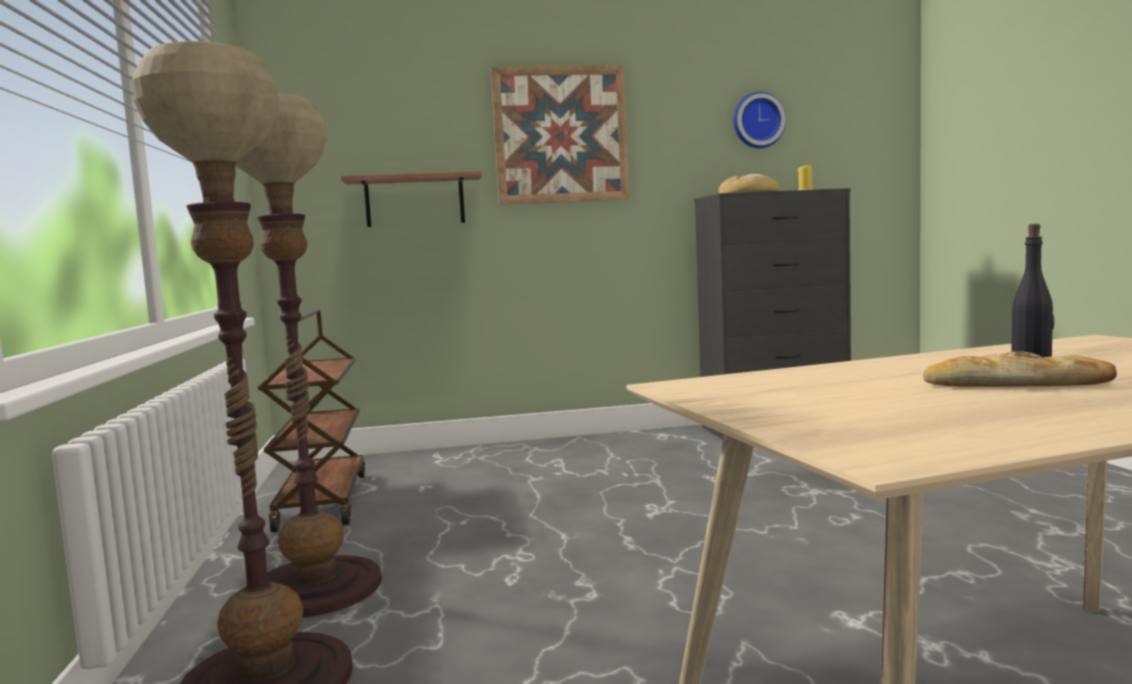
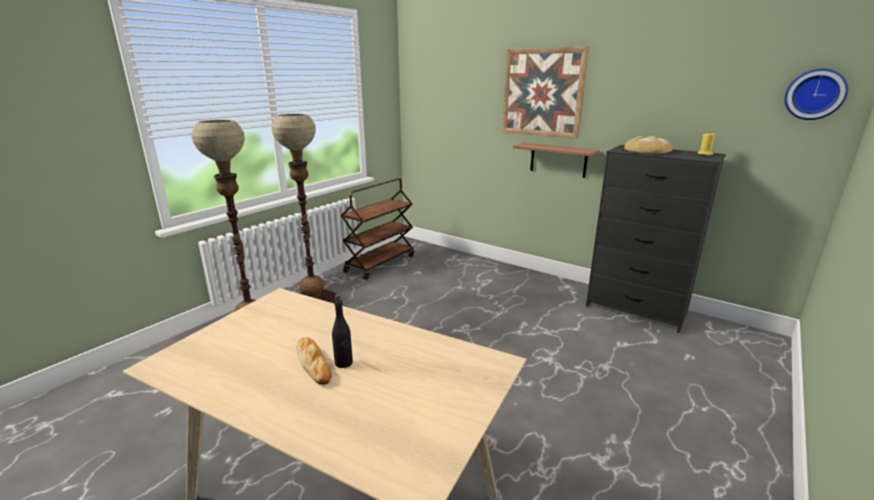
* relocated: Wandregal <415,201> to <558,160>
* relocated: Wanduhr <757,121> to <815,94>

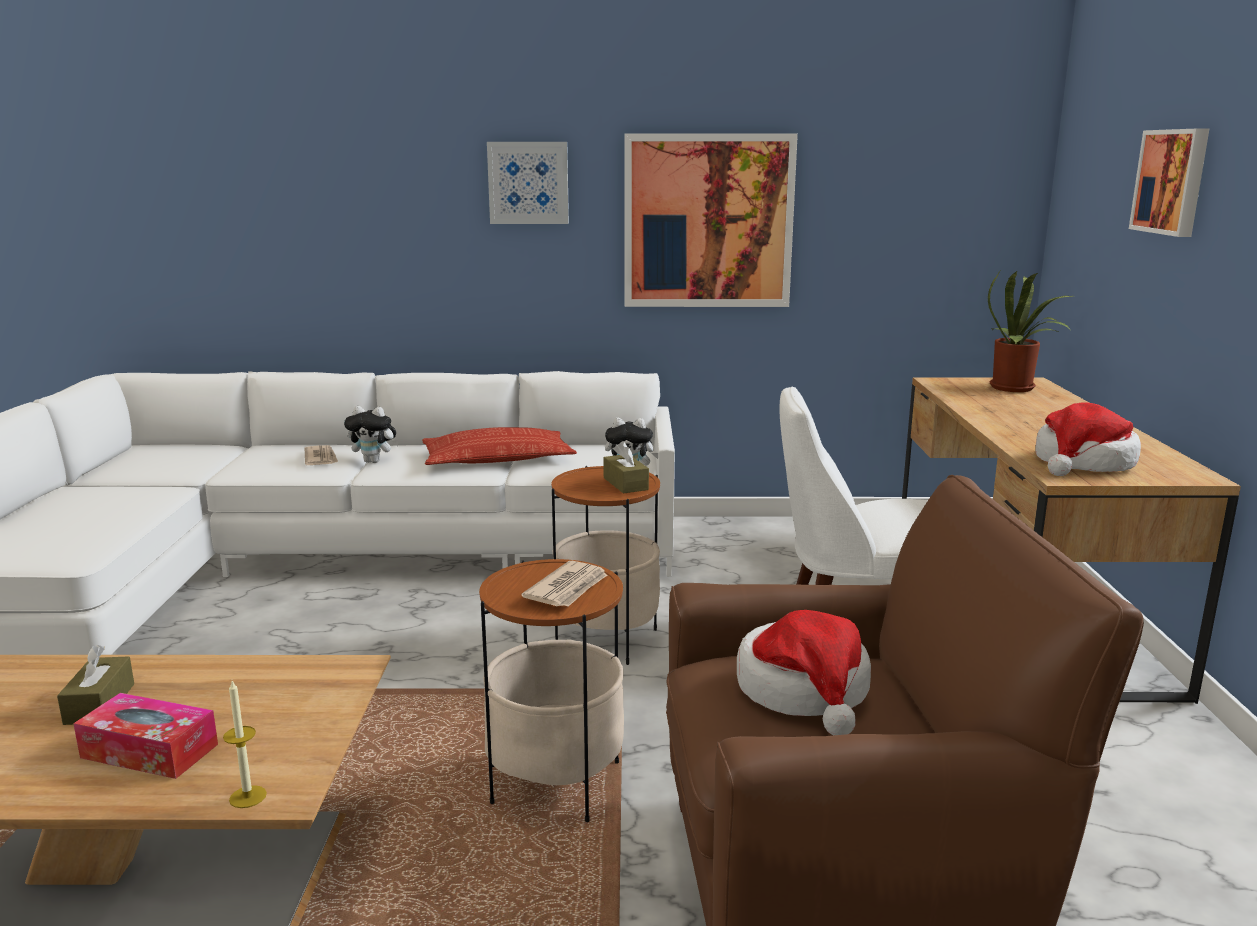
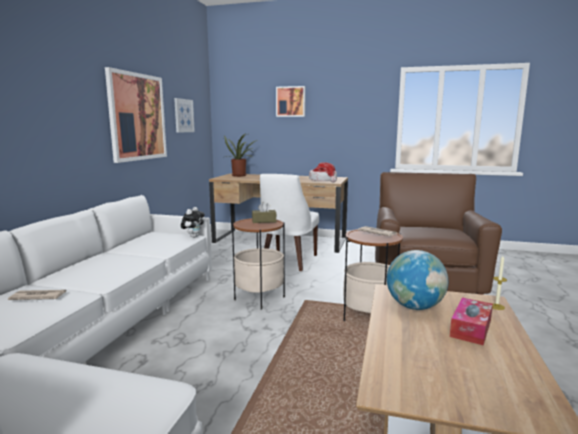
* relocated: Bild <528,183> to <183,115>
* appeared: Globus <415,307>
* missing: Taschentuchbox (braun) <100,704>
* missing: Plüschtier <374,461>
* missing: Kissen <498,458>
* missing: Hut <804,690>

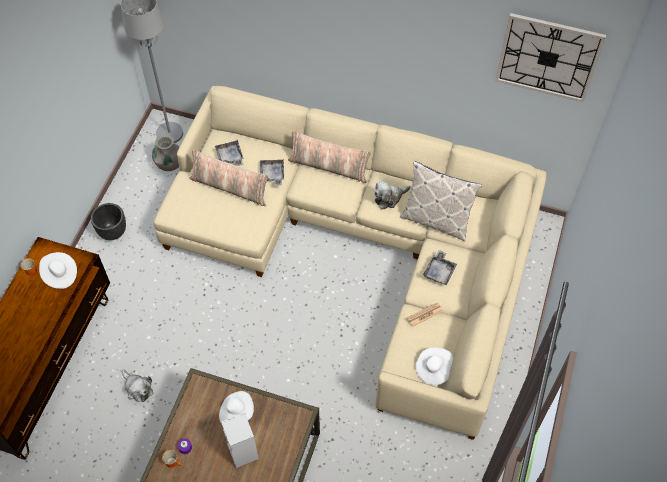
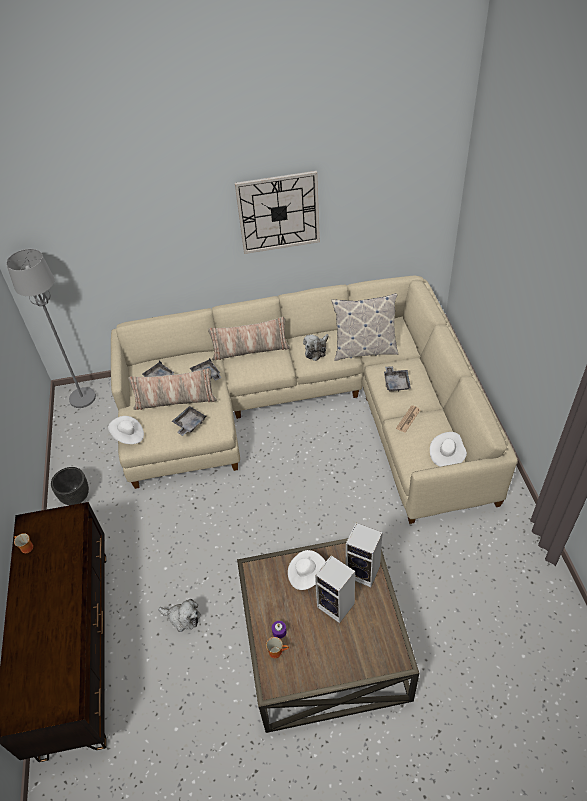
* relocated: Hut (weiß) <60,275> to <128,436>
* appeared: Tablett (grau) <189,424>
* relocated: Wanduhr <548,57> to <278,212>
* appeared: Lautsprecher <364,571>
* missing: Vase (grau) <169,164>

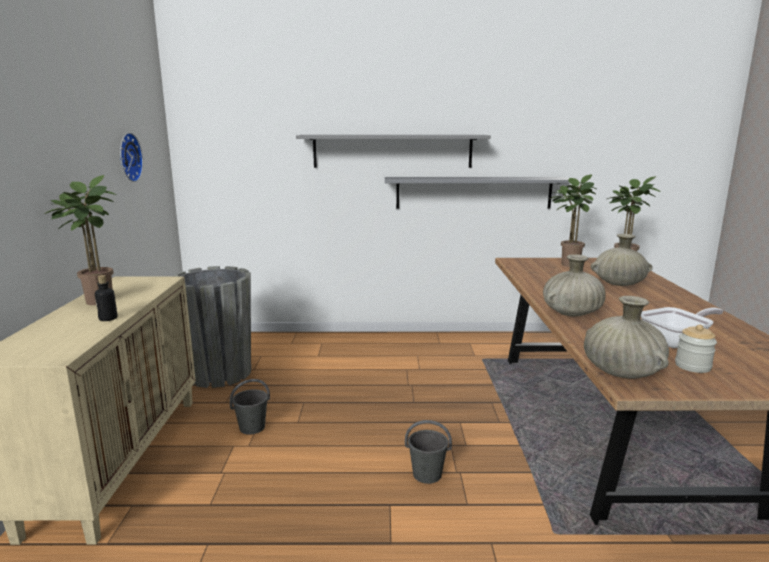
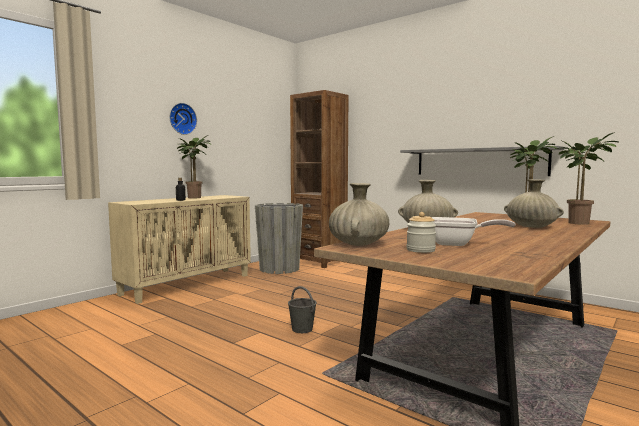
* relocated: Wanduhr <127,157> to <182,119>
* appeared: Bücherregal (braun) <319,261>
* missing: Eimer (grau) <252,427>
* missing: Wandregal (grau) <392,151>

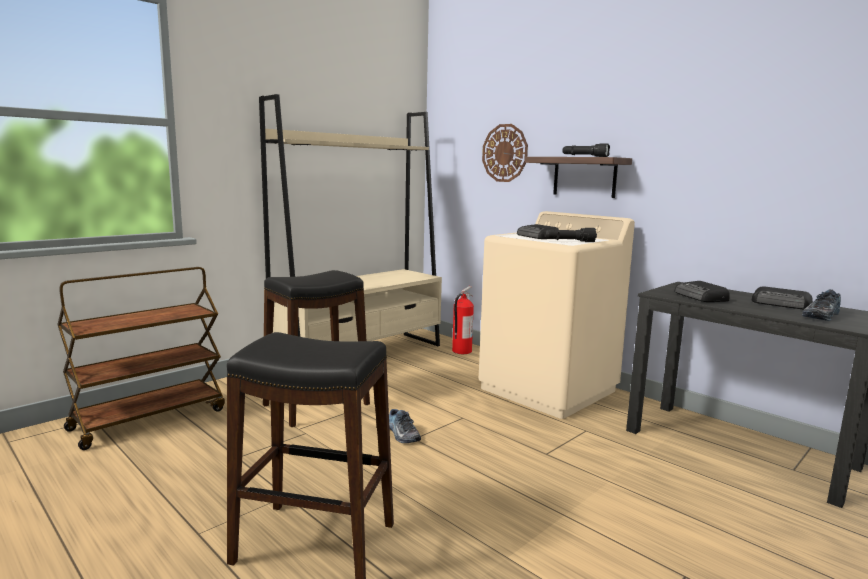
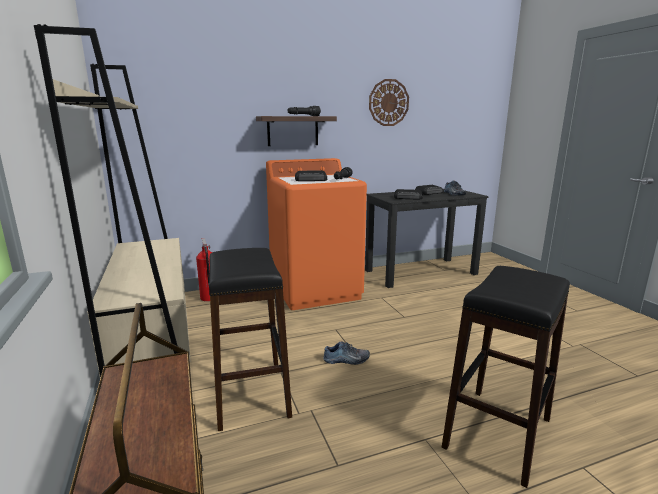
* colour: Waschmaschine (beige) <548,390> to Waschmaschine (orange) <316,290>
* relocated: Wanduhr <505,153> to <388,102>

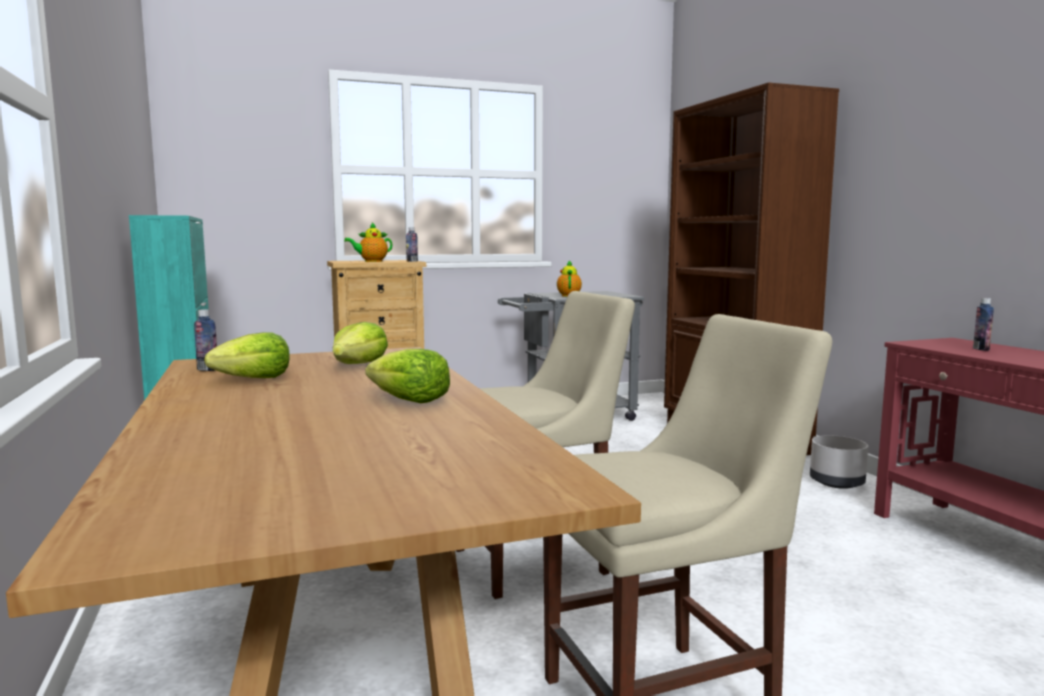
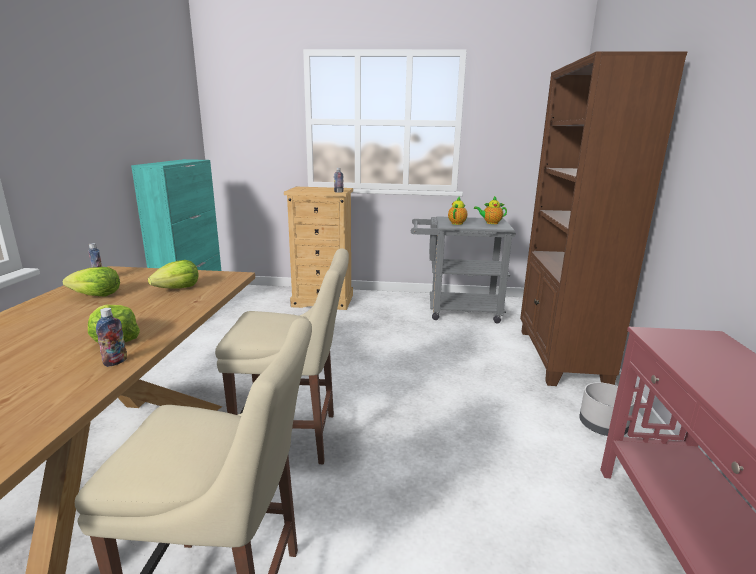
* relocated: Flasche <981,349> to <115,362>
* relocated: Teekanne <371,261> to <490,223>

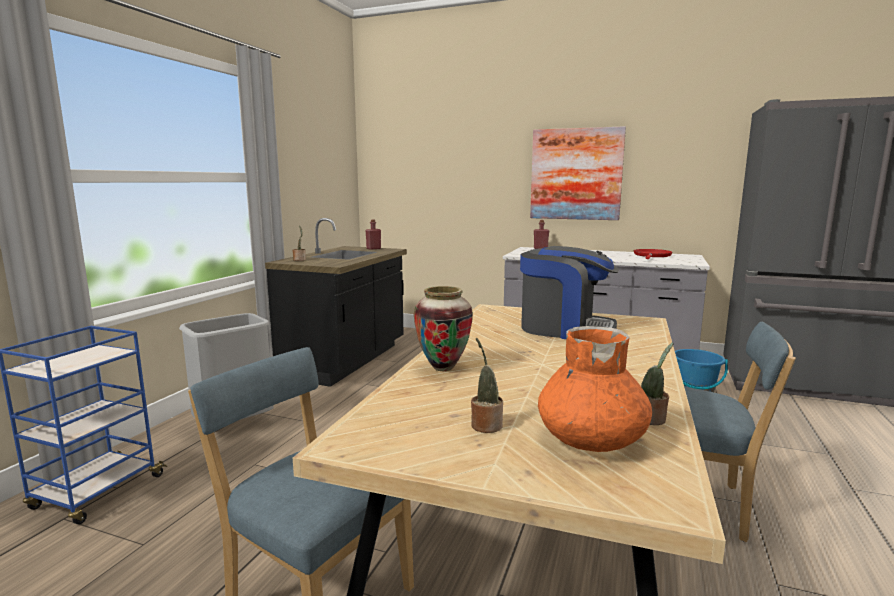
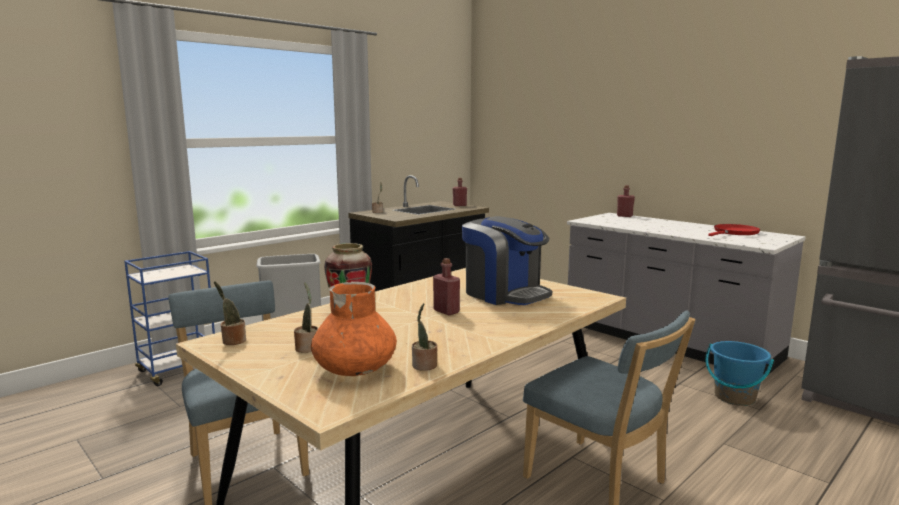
* appeared: Topfpflanze <232,341>
* appeared: Flasche (rot) <446,311>
* missing: Bild <576,174>

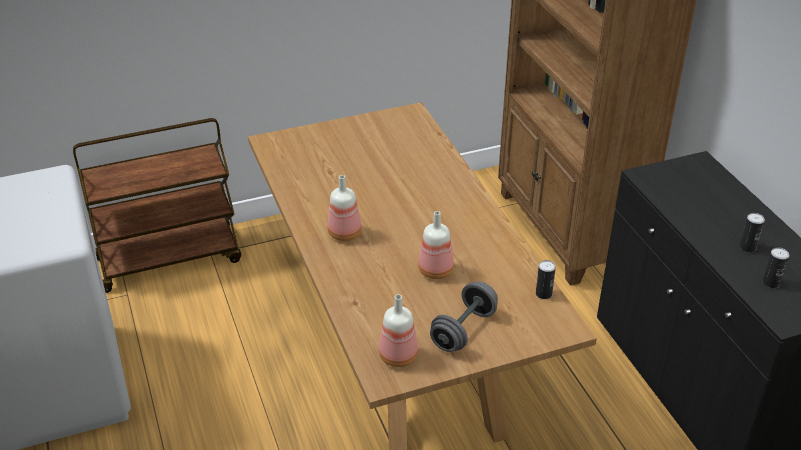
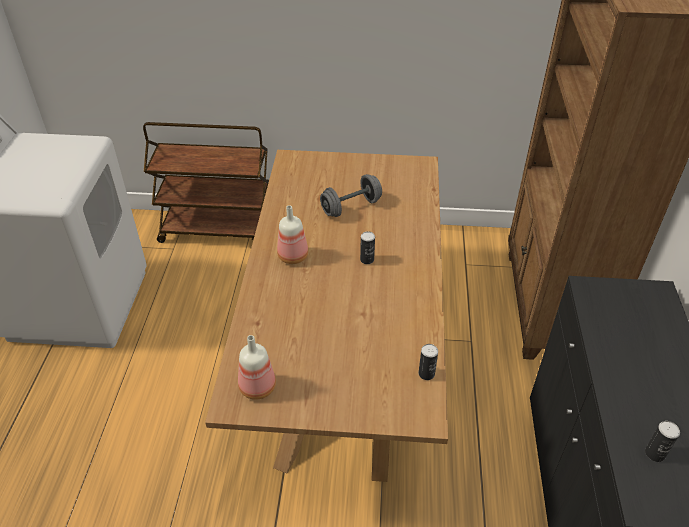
* relocated: Hantel (grau) <463,330> to <351,207>
* relocated: Dose <747,247> to <367,259>
* missing: Flasche <437,270>

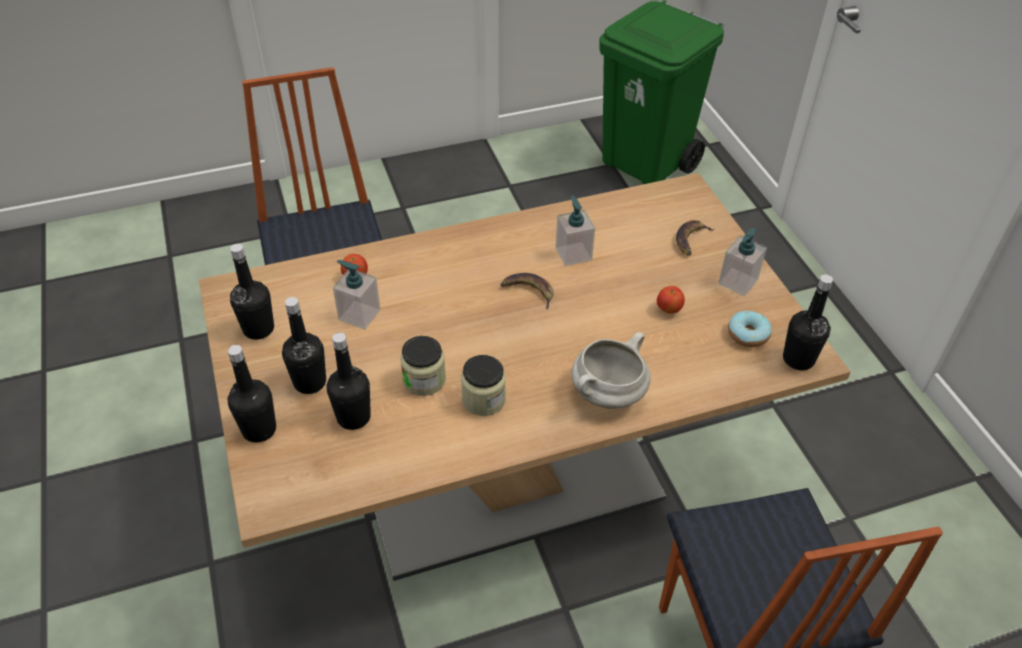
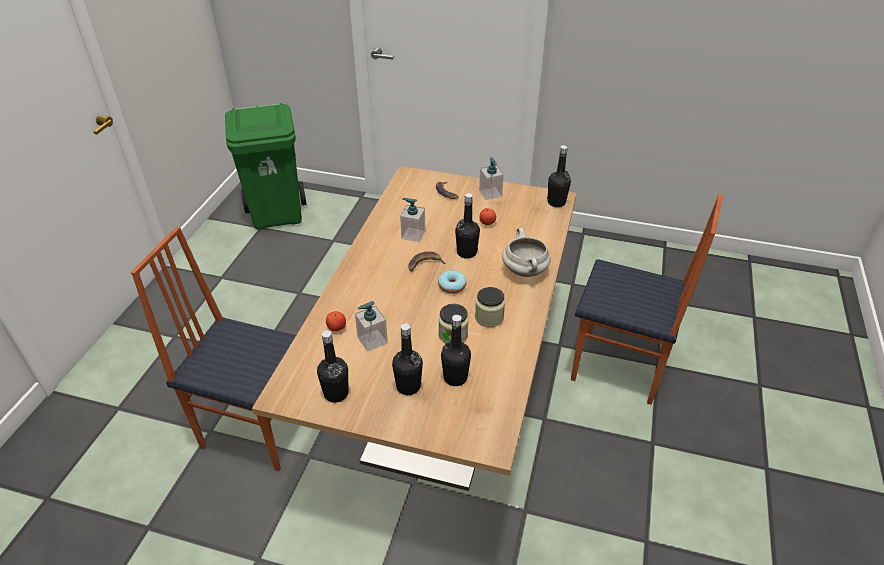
* relocated: Donut <748,334> to <452,286>
* relocated: Flasche (schwarz) <259,429> to <466,252>

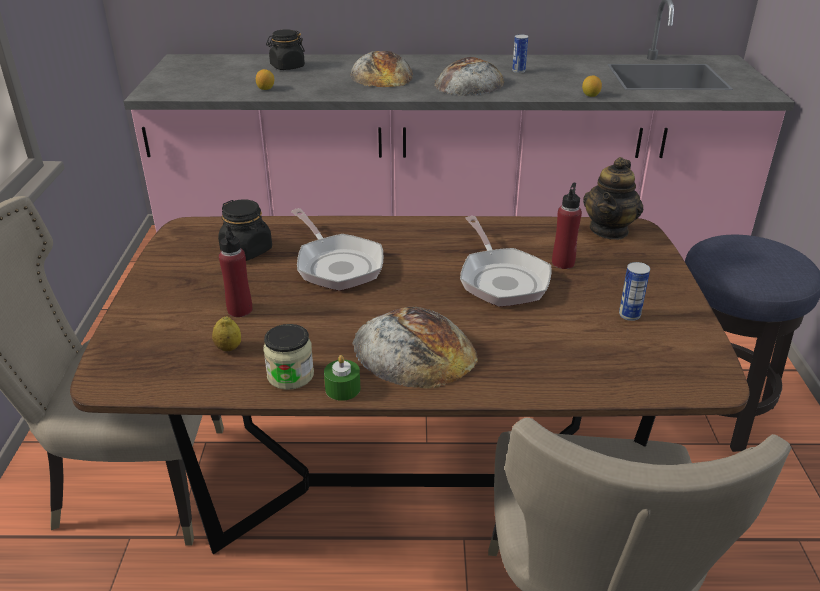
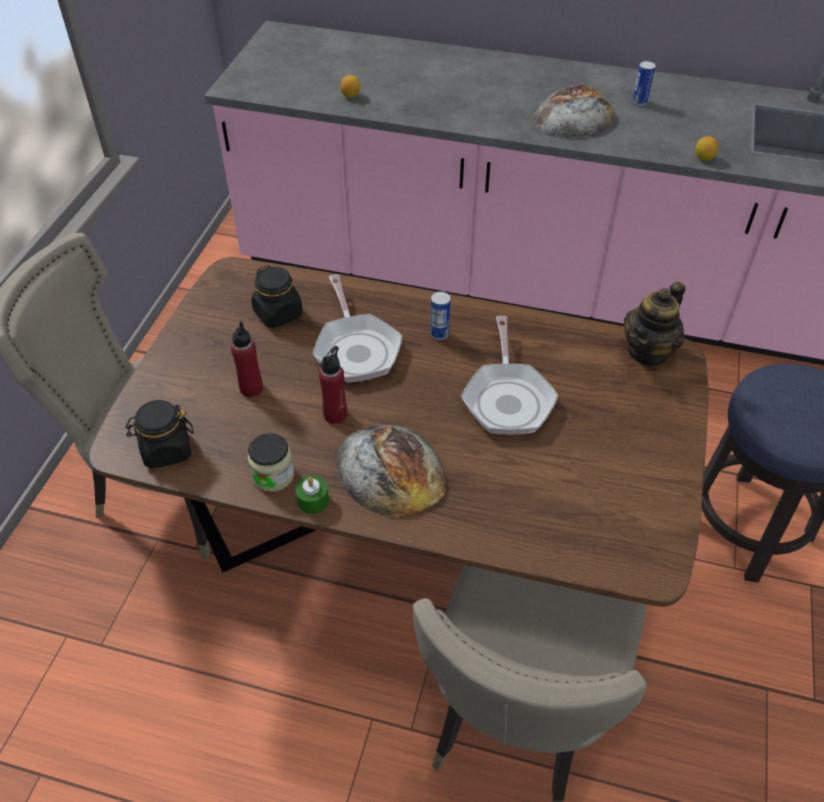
* relocated: Vorratsglas (schwarz) <287,67> to <166,450>
* relocated: Flasche (rot) <563,263> to <335,414>
* relocated: Dose <629,315> to <439,334>
* missing: Zitrone <228,348>
* missing: Brot <382,75>

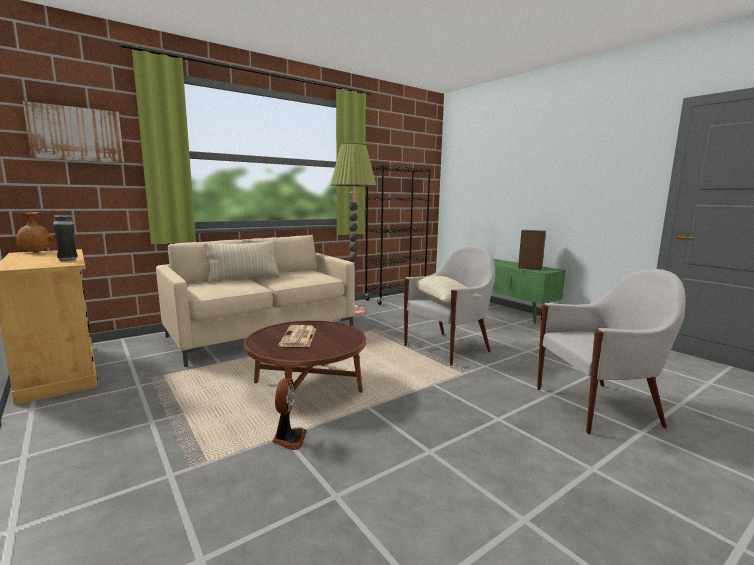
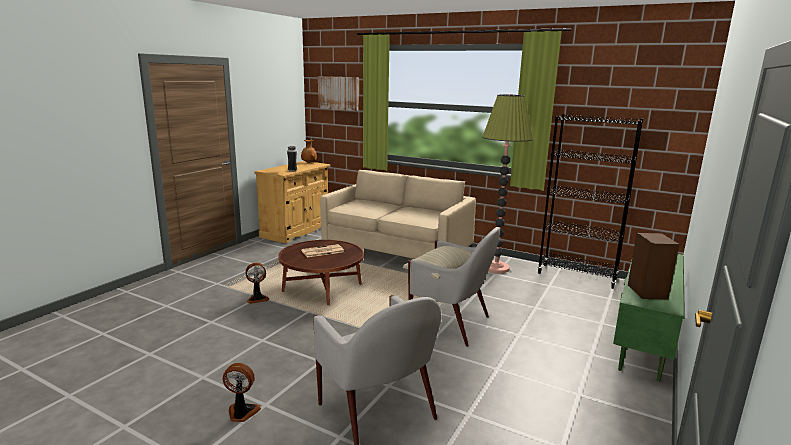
* appeared: Ventilator <242,413>
* missing: Kissen (beige) <244,279>

